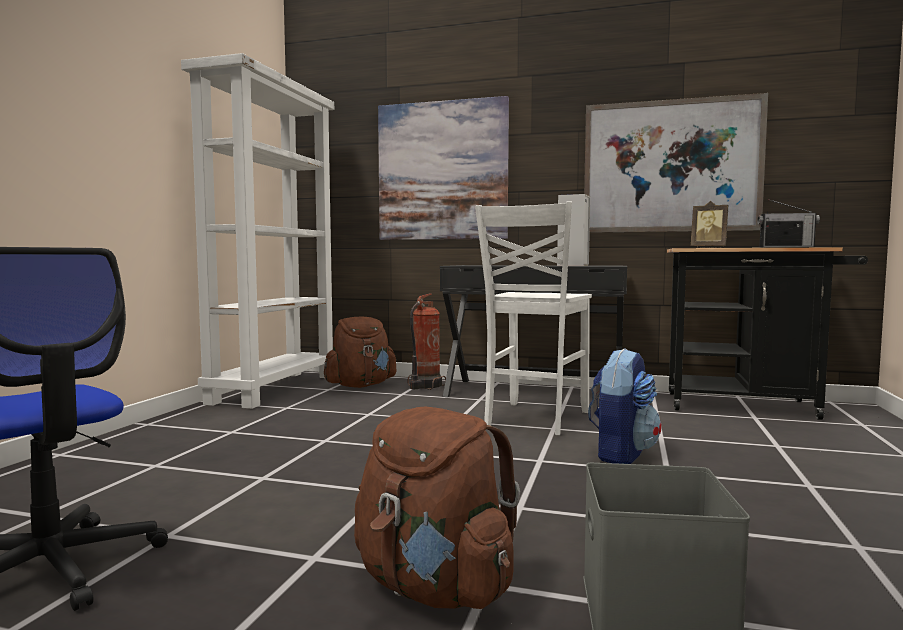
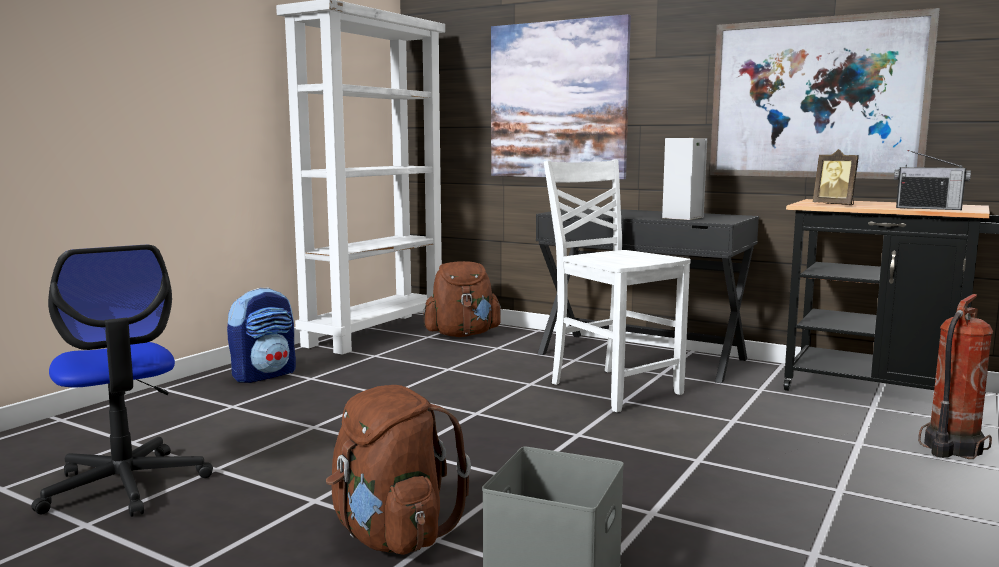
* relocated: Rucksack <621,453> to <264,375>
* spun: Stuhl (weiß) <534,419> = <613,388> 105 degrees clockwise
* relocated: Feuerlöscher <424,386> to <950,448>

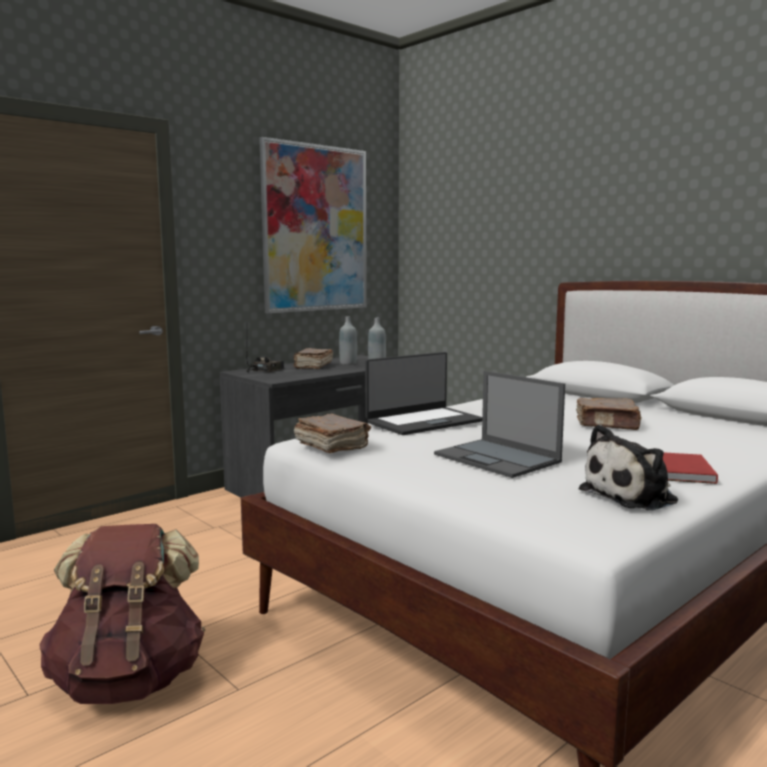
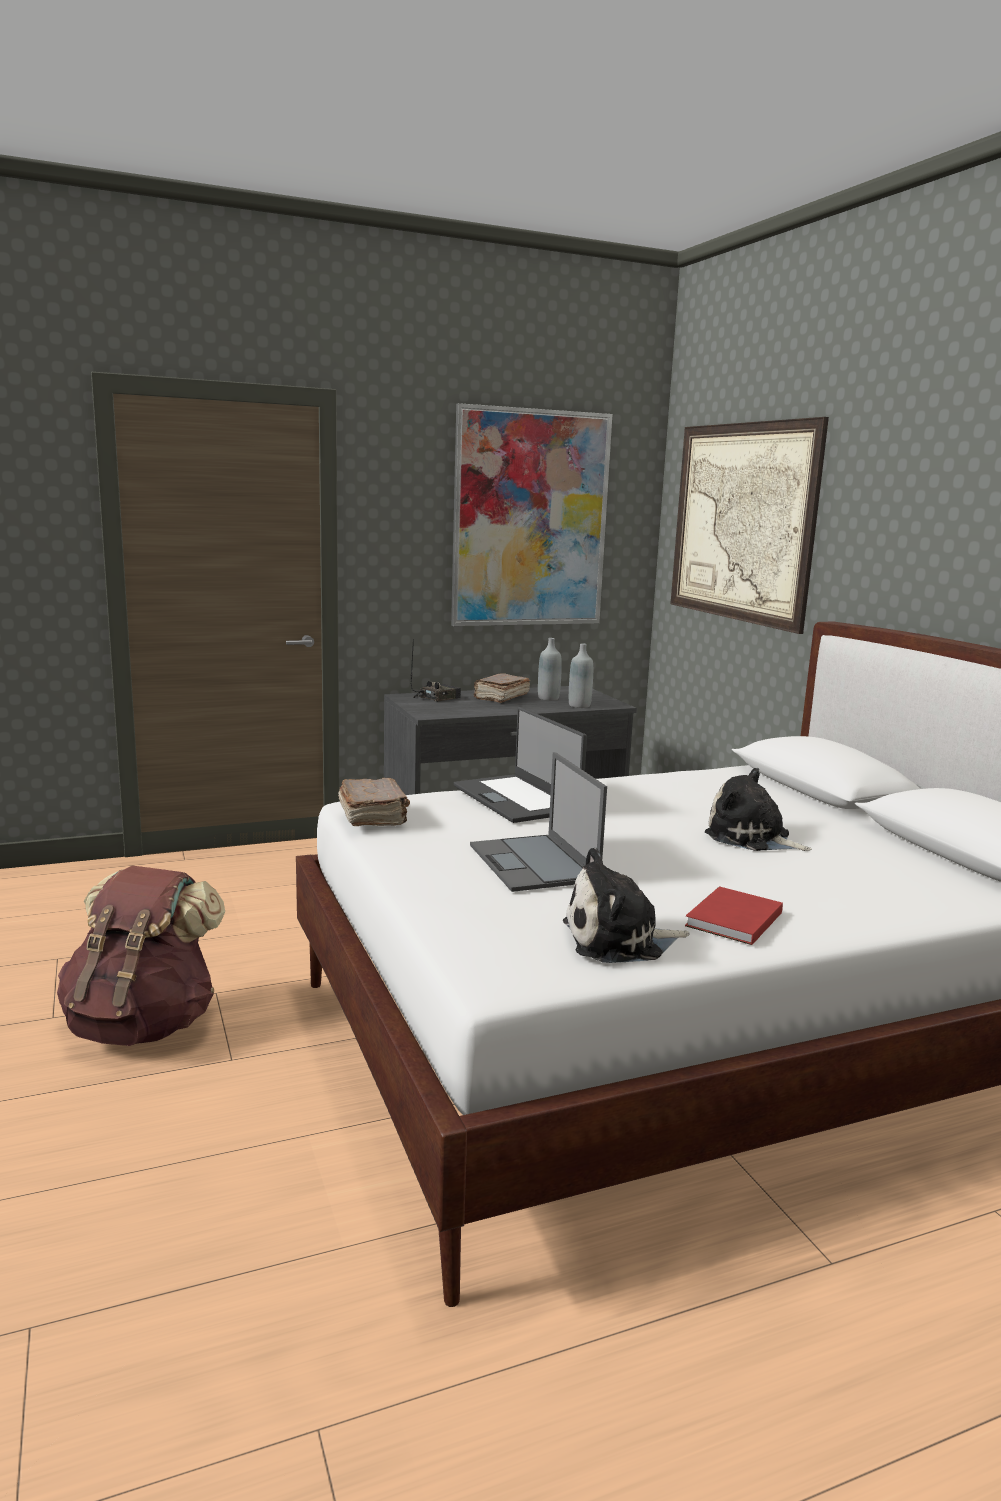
* spun: Laptop <423,421> = <517,799> 75 degrees clockwise
* appeared: Bild <741,522>
* exchanged: Buch (braun) <607,425> to Plüschtier <751,838>

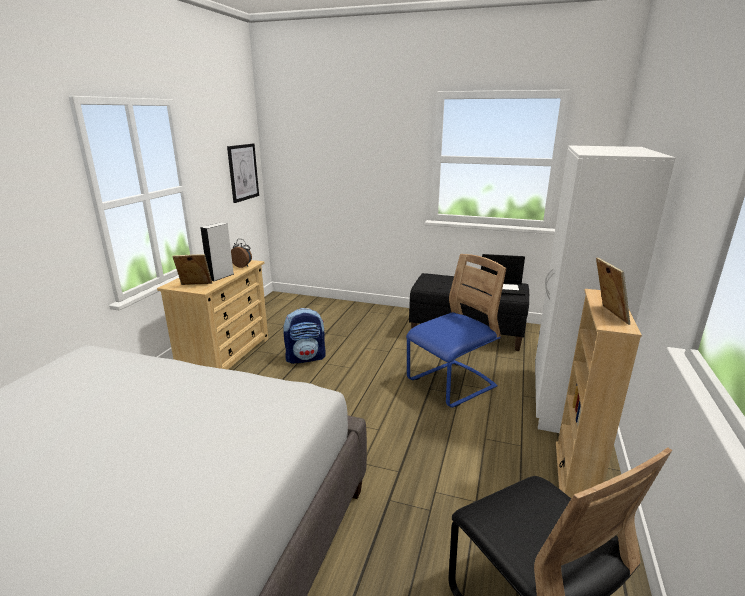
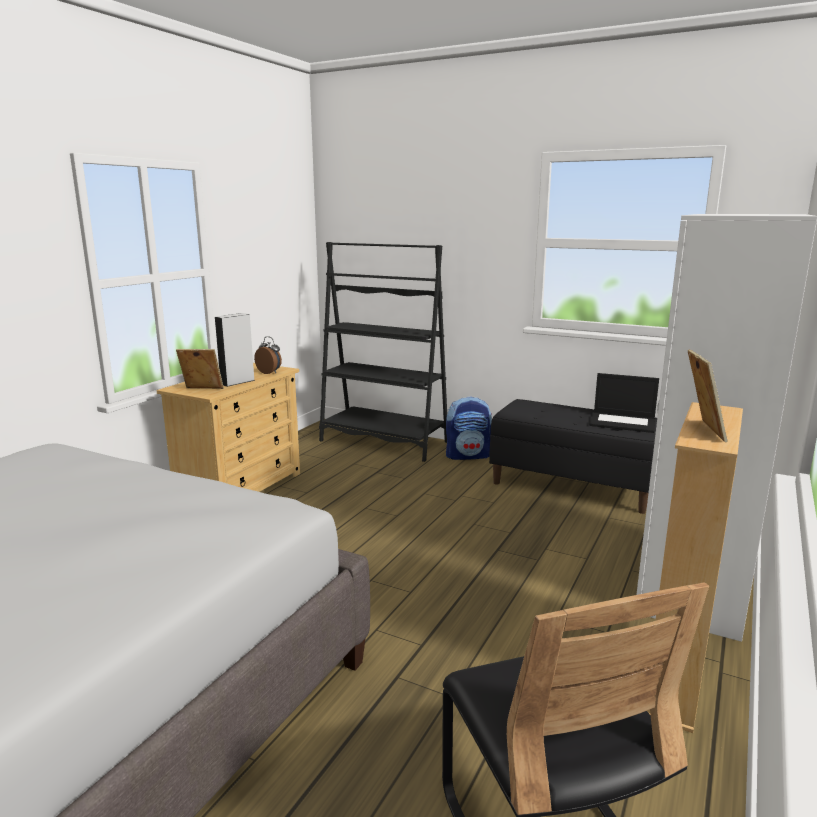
* appeared: Bücherregal (schwarz) <384,441>
* relocated: Rucksack <306,358> to <468,455>
* missing: Bild <243,172>
* missing: Stuhl (blau) <451,384>

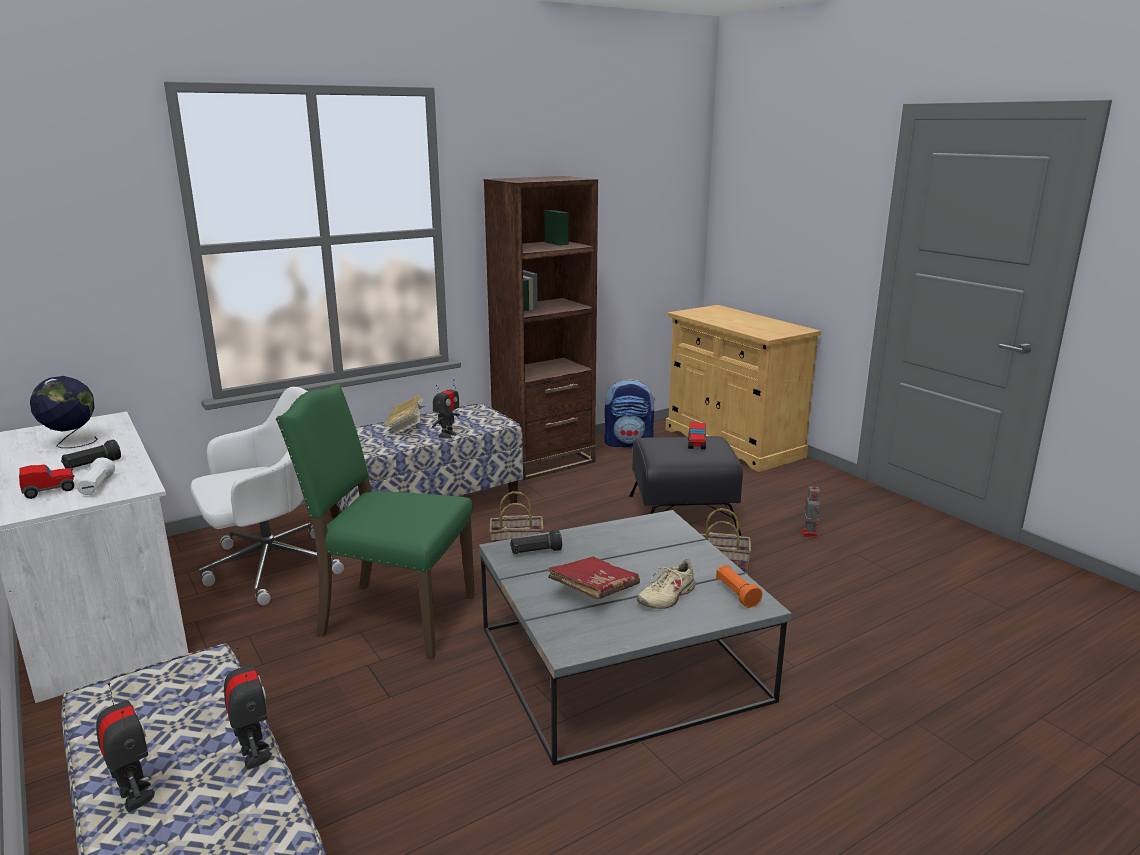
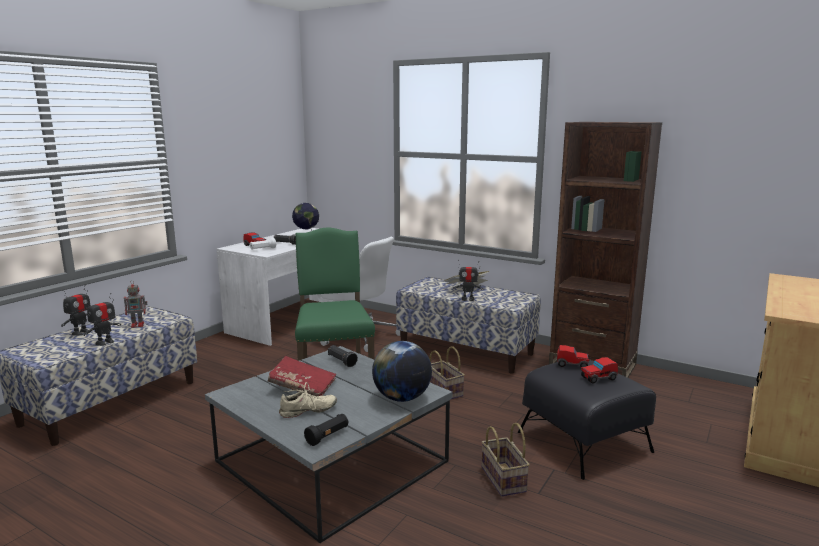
* relocated: Spielzeugroboter <809,533> to <138,325>
* spun: Schuh (beige) <666,596> = <308,411> 135 degrees clockwise
* colour: Taschenlampe (orange) <736,594> to Taschenlampe (schwarz) <328,436>
* appeared: Globus <402,398>
* appeared: Spielzeugauto <572,364>
* missing: Rucksack <629,443>

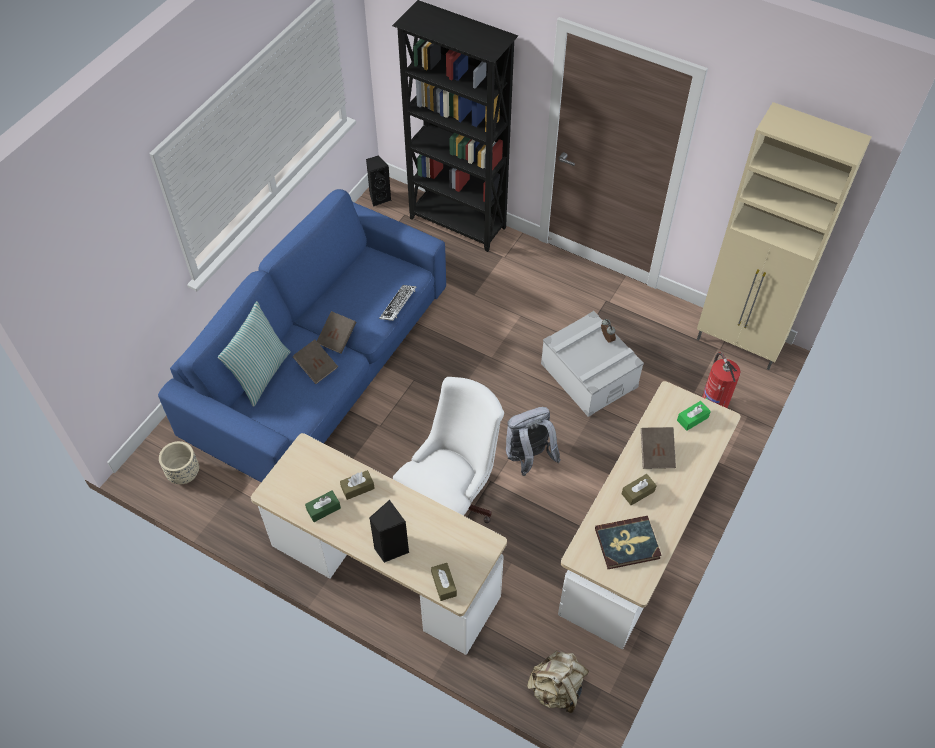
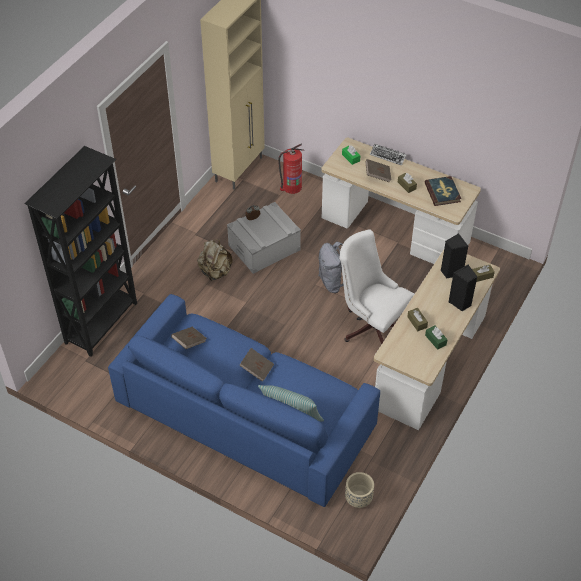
* relocated: Buch (braun) <316,367> to <189,342>
* relocated: Rucksack (beige) <557,688> to <215,272>
* relocated: Tastatur <398,305> to <388,156>
* relocated: Lautsprecher (schwarz) <379,198> to <451,271>

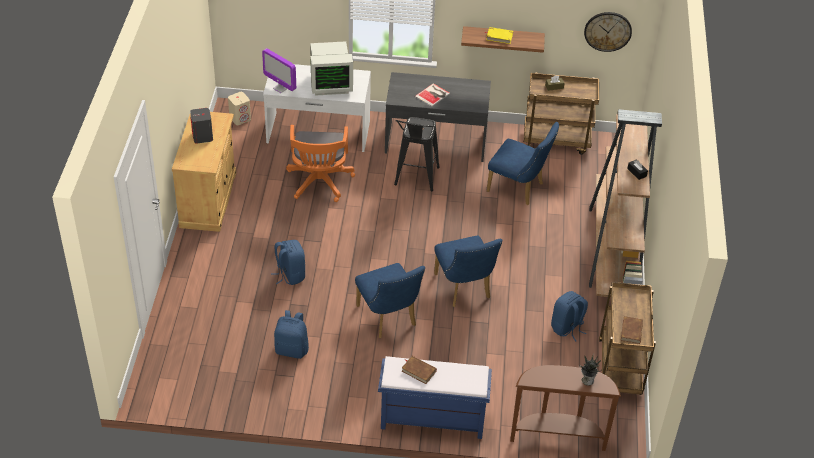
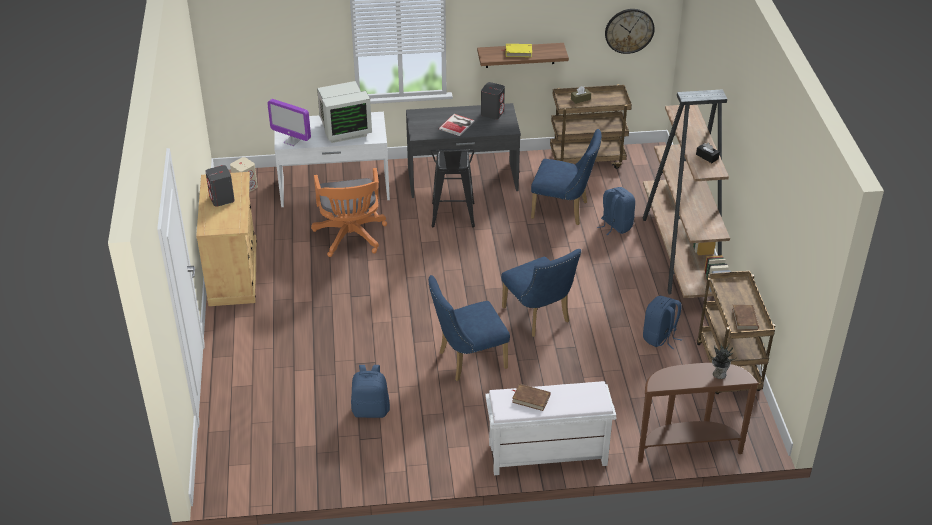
* spun: Stuhl (blau) <388,319> = <467,360> 105 degrees clockwise
* appeared: Lautsprecher (grau) <492,113>
* colour: Bank (blau) <431,419> to Bank (weiß) <546,455>
* relocated: Rucksack (blau) <290,275> to <615,226>

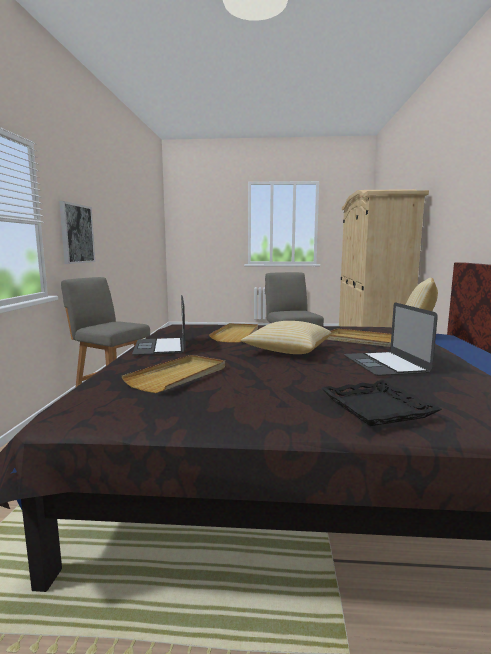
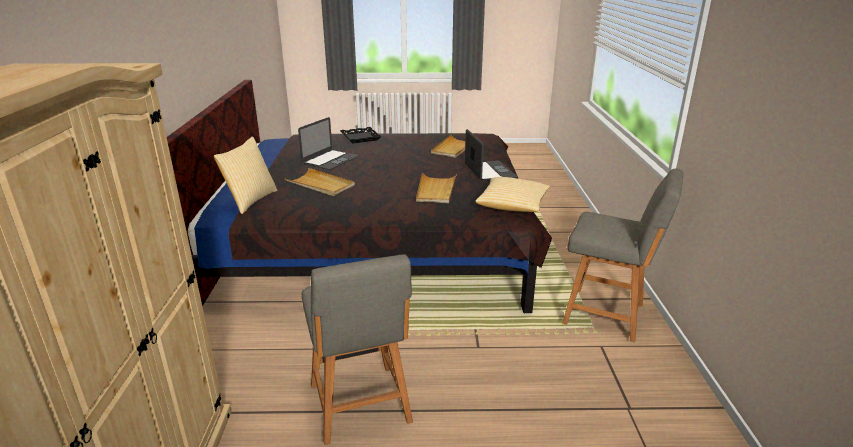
* spun: Laptop <385,364> = <330,160> 45 degrees clockwise
* relocated: Kissen <287,351> to <512,206>
* missing: Bild <76,234>

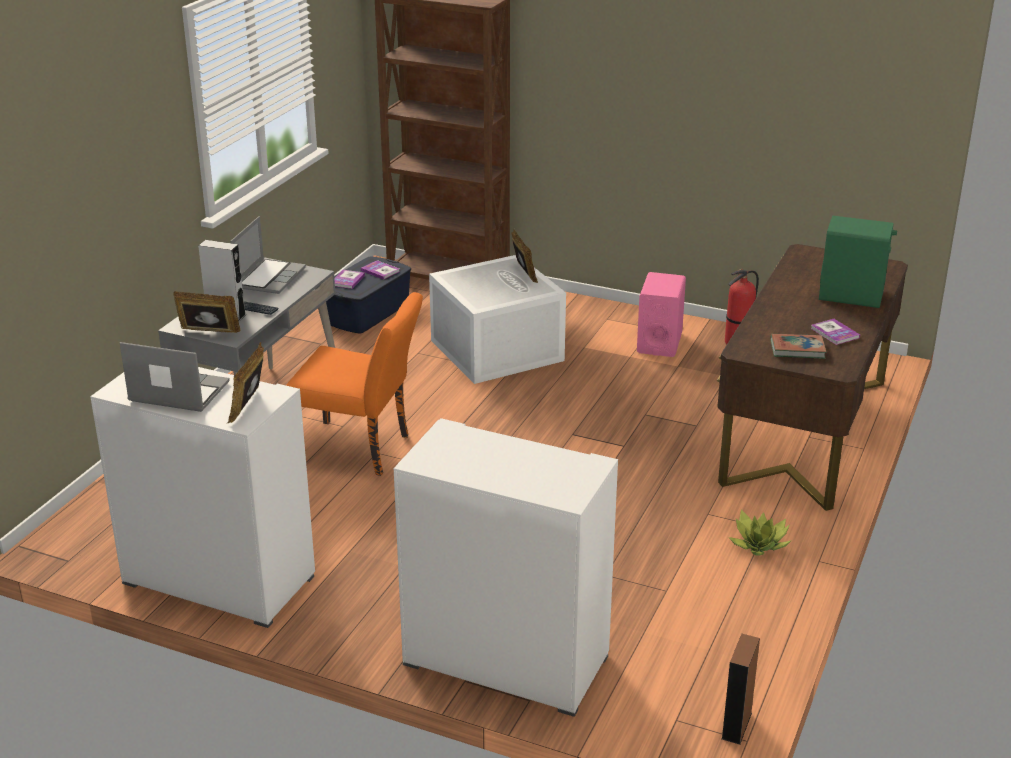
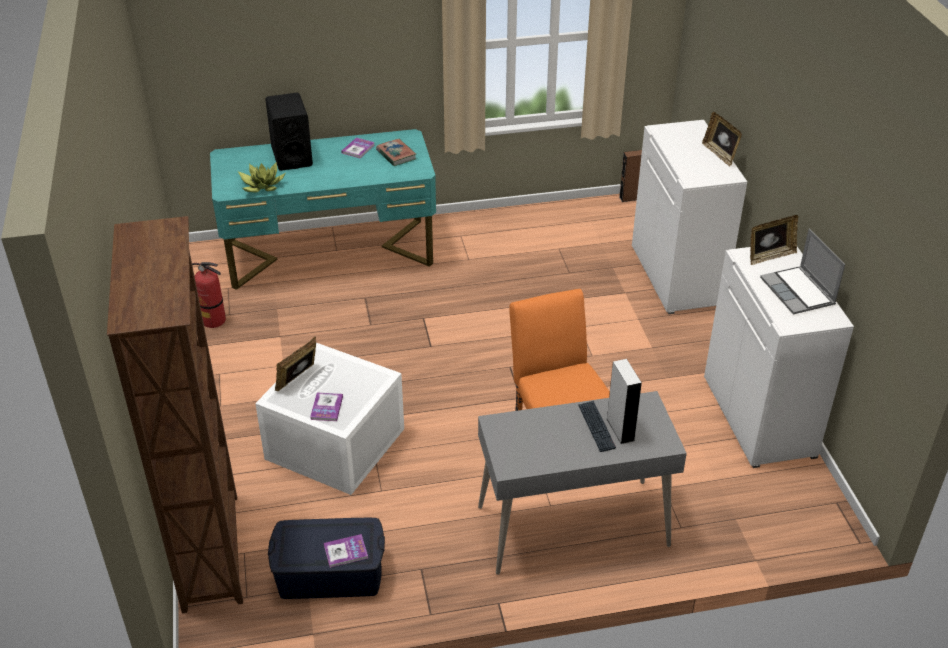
* colour: Schreibtisch (braun) <804,431> to Schreibtisch (türkis) <330,253>
* relocated: Topfpflanze <759,544> to <261,186>
* colour: Lautsprecher (grün) <851,295> to Lautsprecher (schwarz) <291,156>
* relocated: Buch <380,271> to <326,408>
* relocated: Bilderrahmen <208,334> to <720,154>
* missing: Laptop <269,278>
* missing: Lautsprecher (rosa) <659,343>

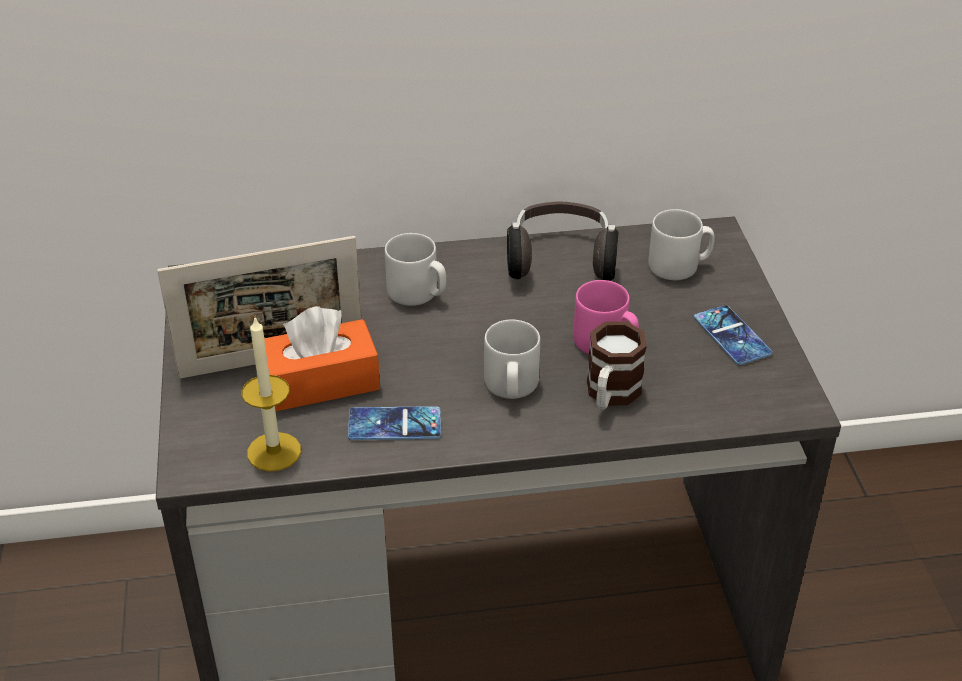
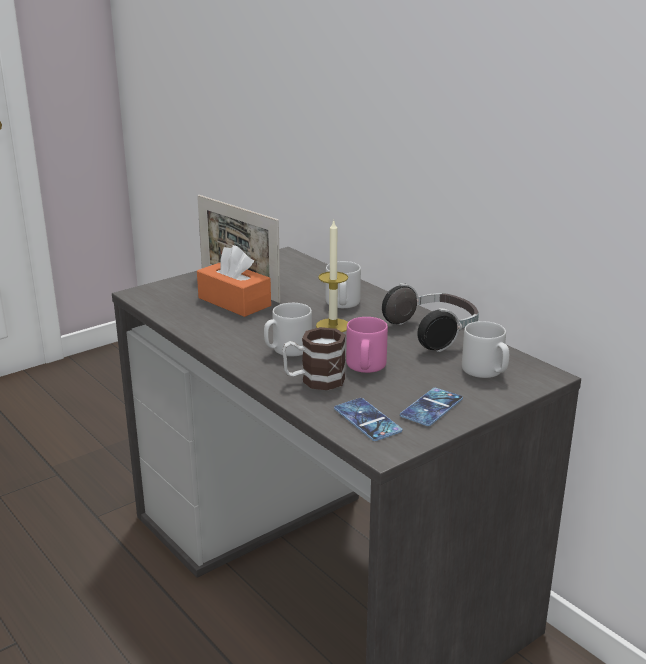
* relocated: Kerze <274,452> to <333,326>
* relocated: Handy <394,424> to <367,420>

